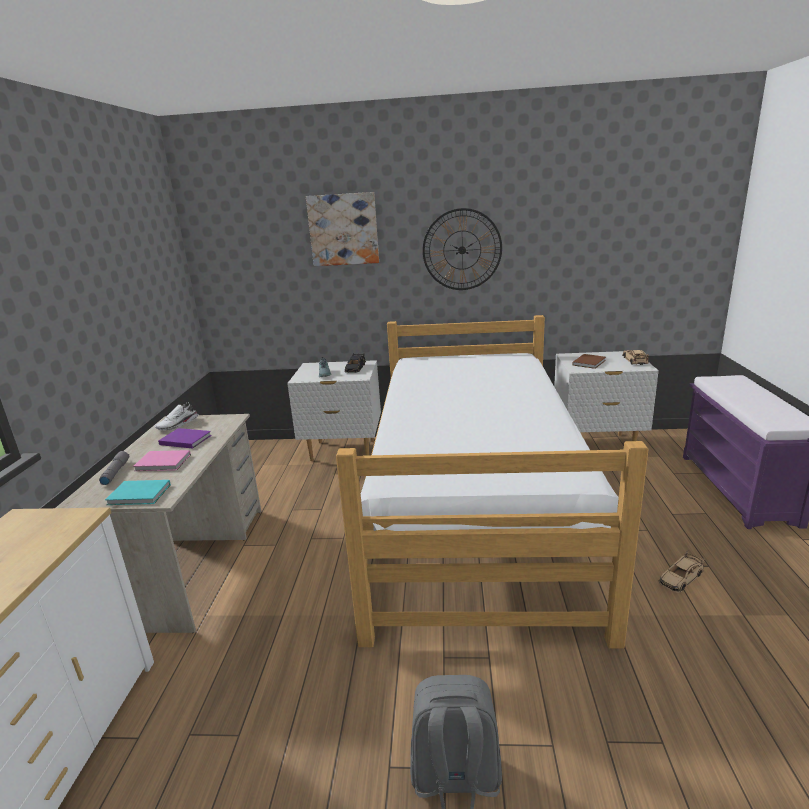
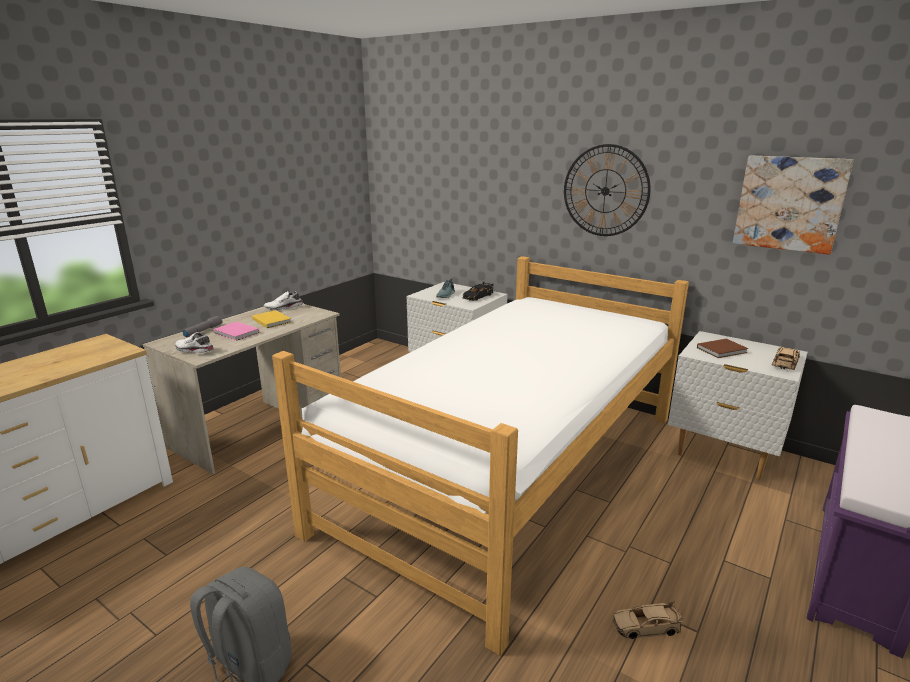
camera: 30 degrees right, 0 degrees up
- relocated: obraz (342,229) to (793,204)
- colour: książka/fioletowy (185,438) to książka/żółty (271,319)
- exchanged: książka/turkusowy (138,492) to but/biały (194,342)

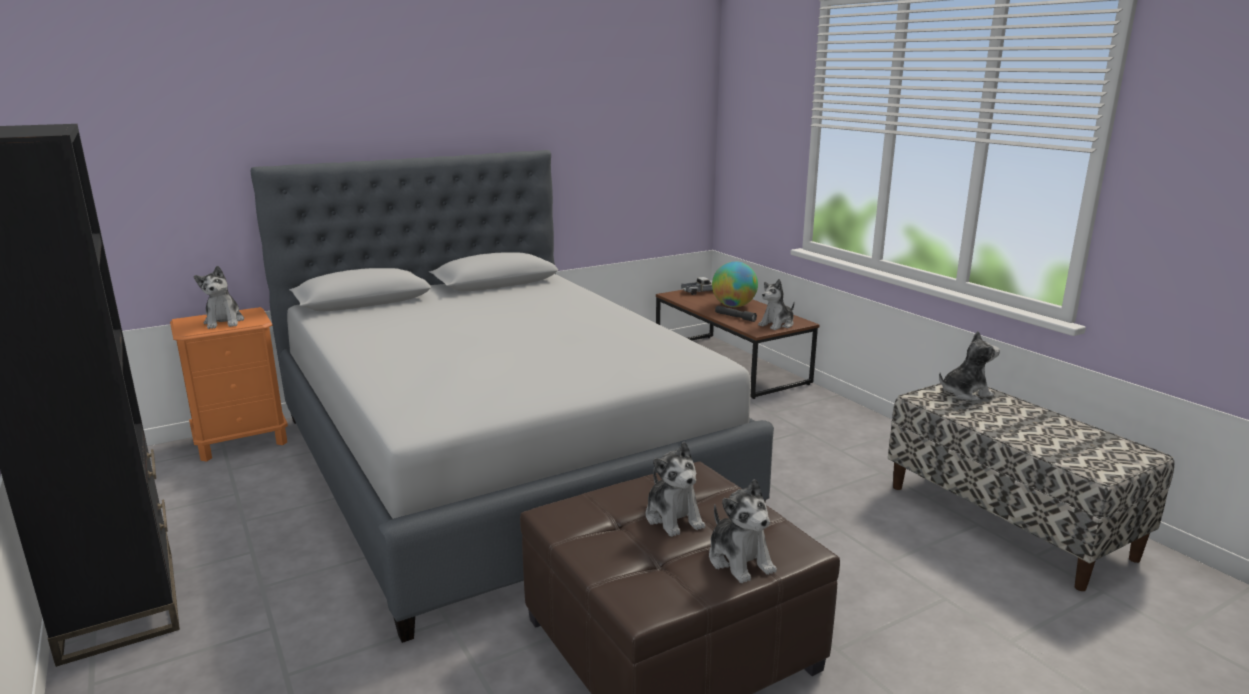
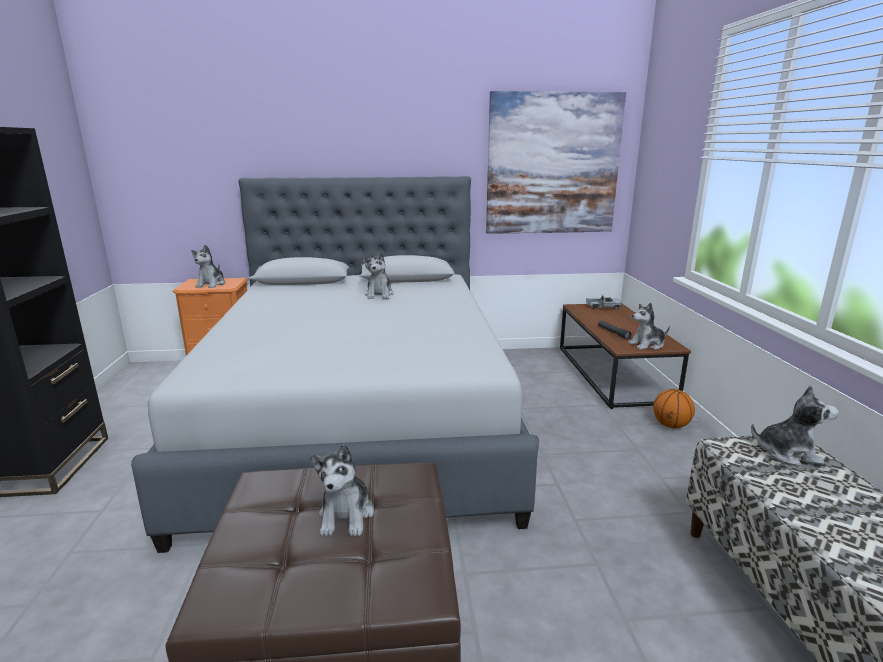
camera: 25 degrees right, 0 degrees up
- missing: globus (735,284)
- relocated: pluszak (743,531) to (378,275)
- appeared: obraz (556,162)
- appeared: piłka do koszykówki (674,408)

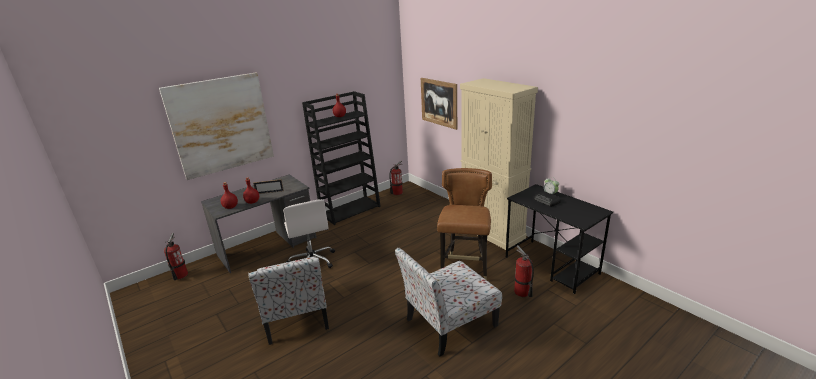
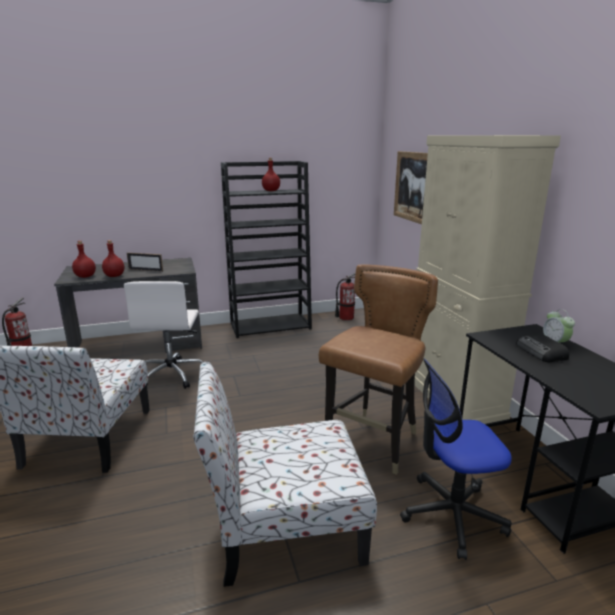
camera: 20 degrees right, 5 degrees down
- missing: obraz (216,126)
- exchanged: gaśnica (524,271) to krzesło biurowe (456,459)

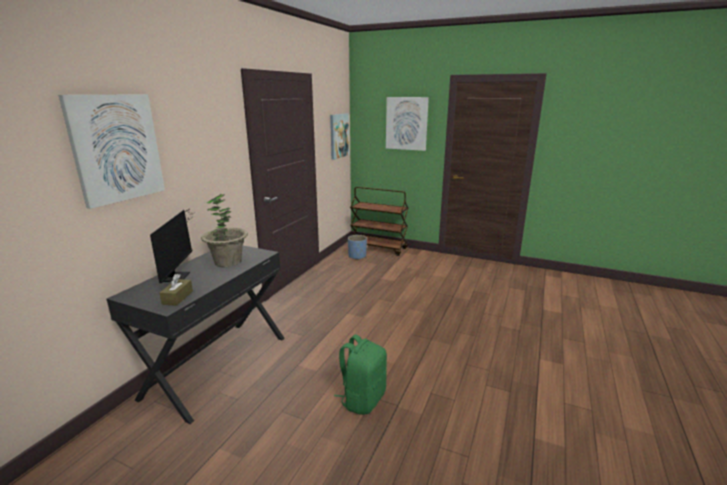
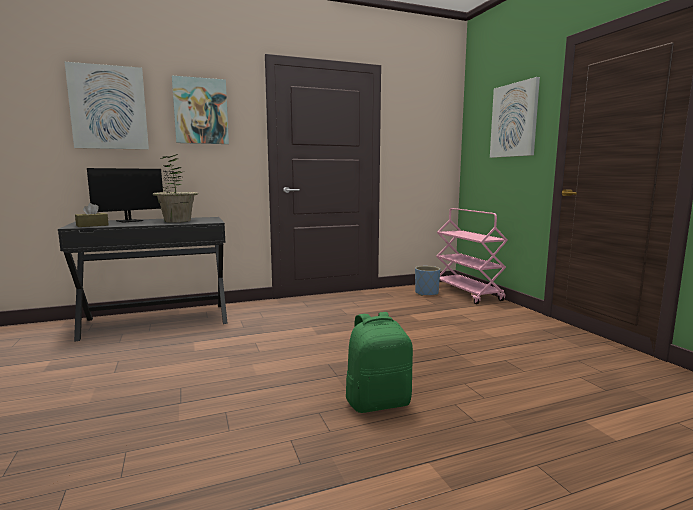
camera: 45 degrees right, 10 degrees down
- relocated: obraz (339,136) to (200,110)
- colour: wózek/brązowy (379,221) to wózek/różowy (472,256)
- relocated: plecak/zielony (360,374) to (379,362)

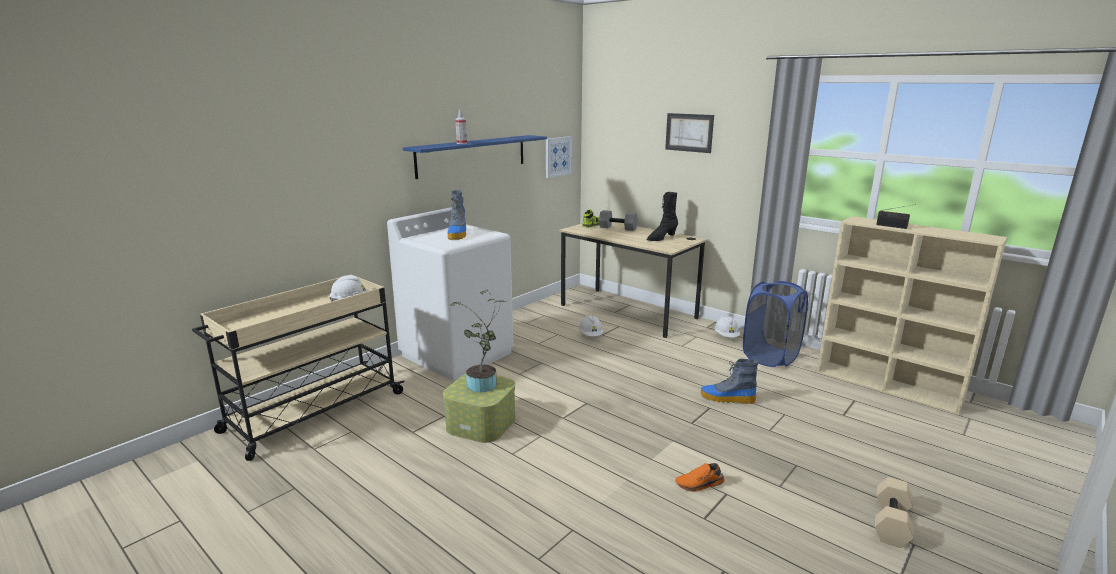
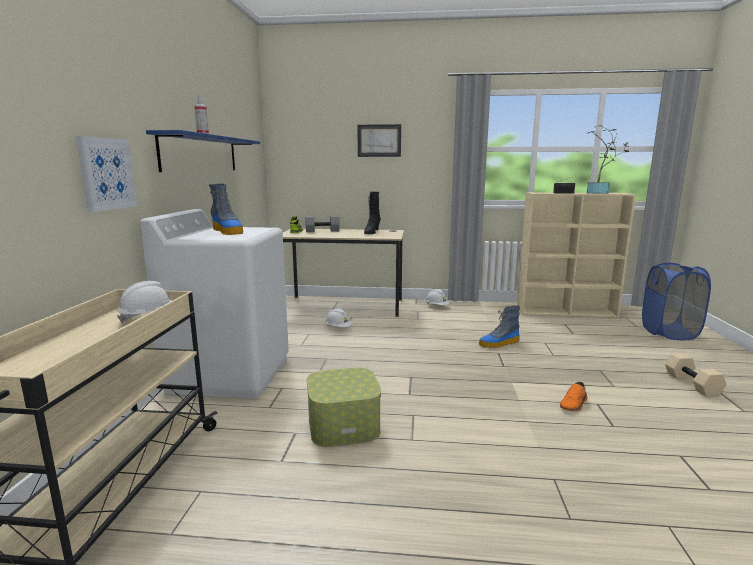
camera: 35 degrees left, 5 degrees down
- relocated: obraz (559,157) to (106,174)
- relocated: kosz na pranie/niebieski (775,324) to (676,301)
- relocated: roślina doniczkowa (478,341) to (607,159)

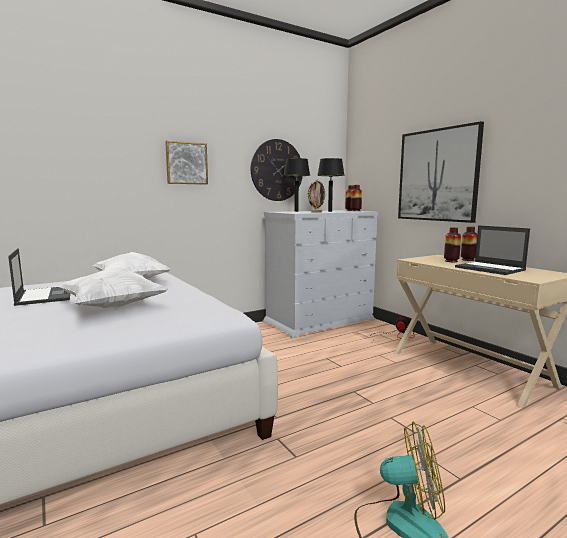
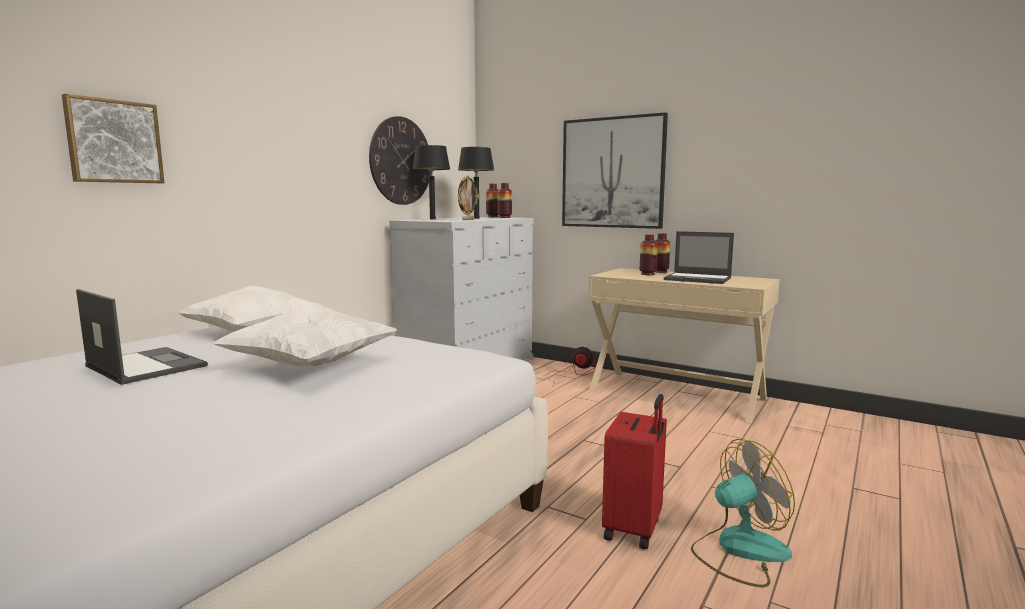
camera: 25 degrees left, 0 degrees up
- relocated: obraz (186,162) to (113,138)
- appeared: walizka/czerwony (634,472)

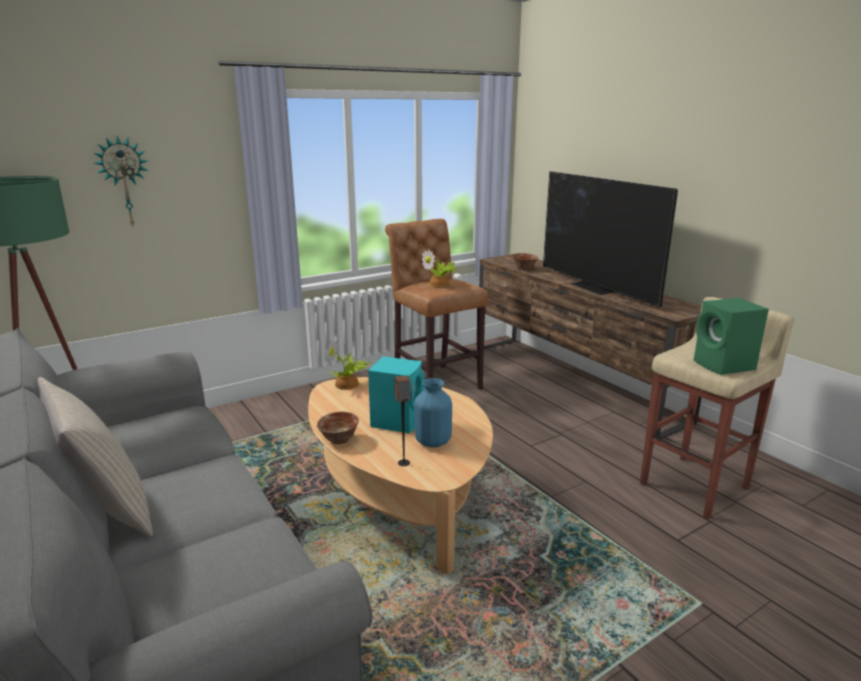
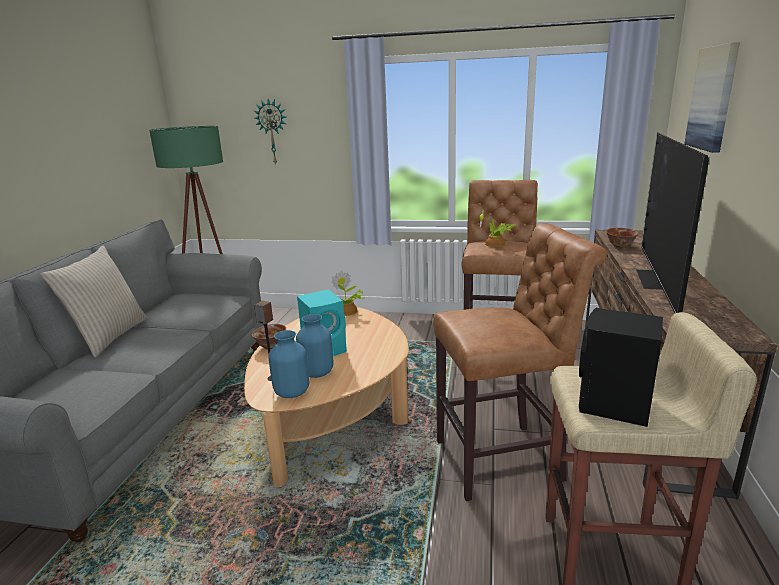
camera: 45 degrees right, 0 degrees up
- colour: głośnik/zielony (731,336) to głośnik/czarny (621,367)
- appeared: obraz (712,97)
- appeared: stołek/brązowy (520,362)
- appeared: wazon/niebieski (288,364)

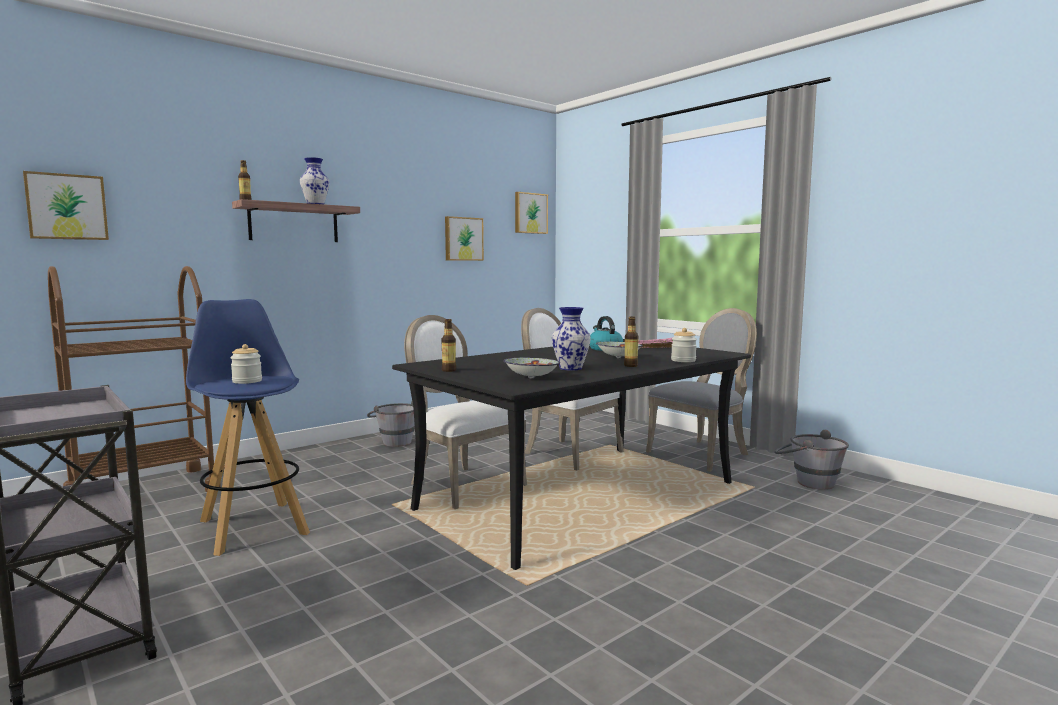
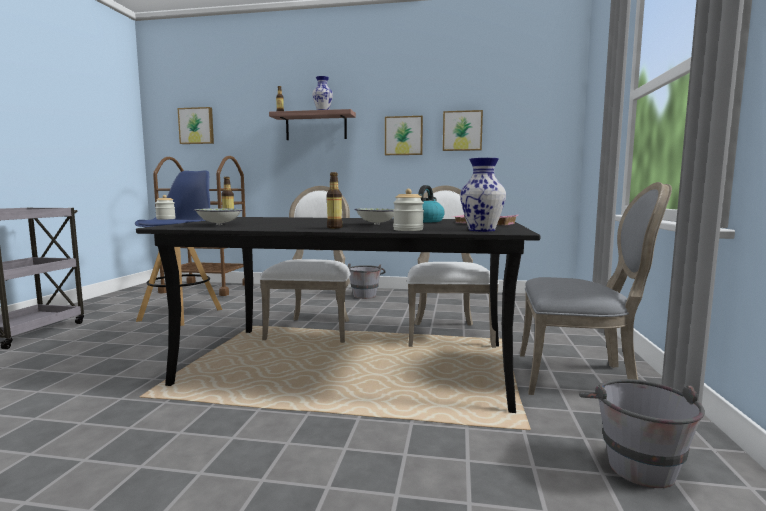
camera: 50 degrees right, 0 degrees up
- relocated: obraz (531,213) to (404,135)
- relocated: wazon (571,339) to (483,195)

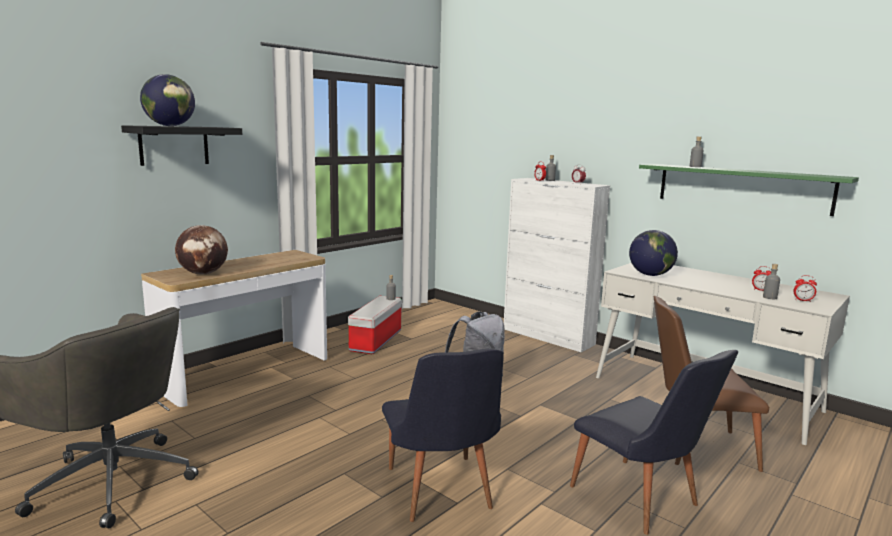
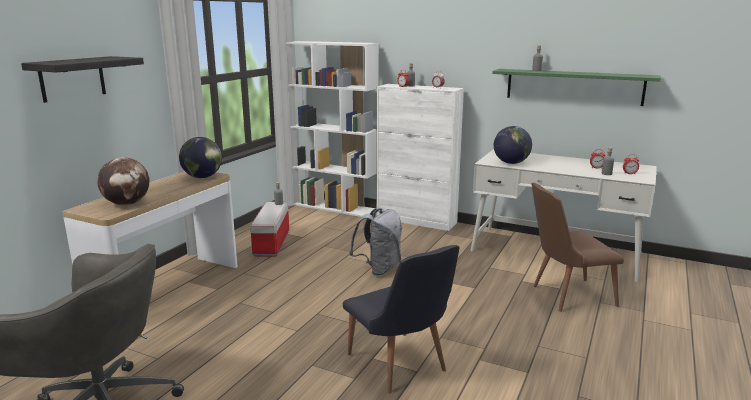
camera: 15 degrees left, 5 degrees up
- relocated: globus (167,100) to (200,157)
- missing: krzesło/czarny (654,442)
- appeared: regał/biały (332,129)

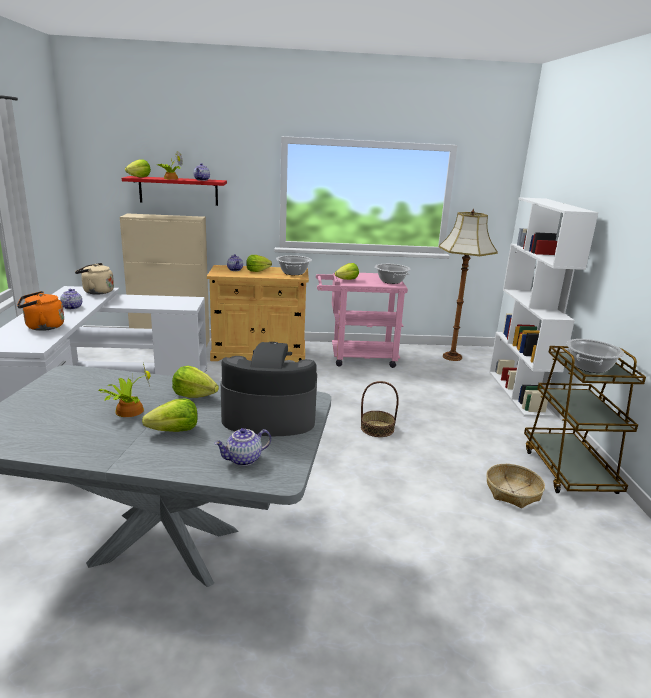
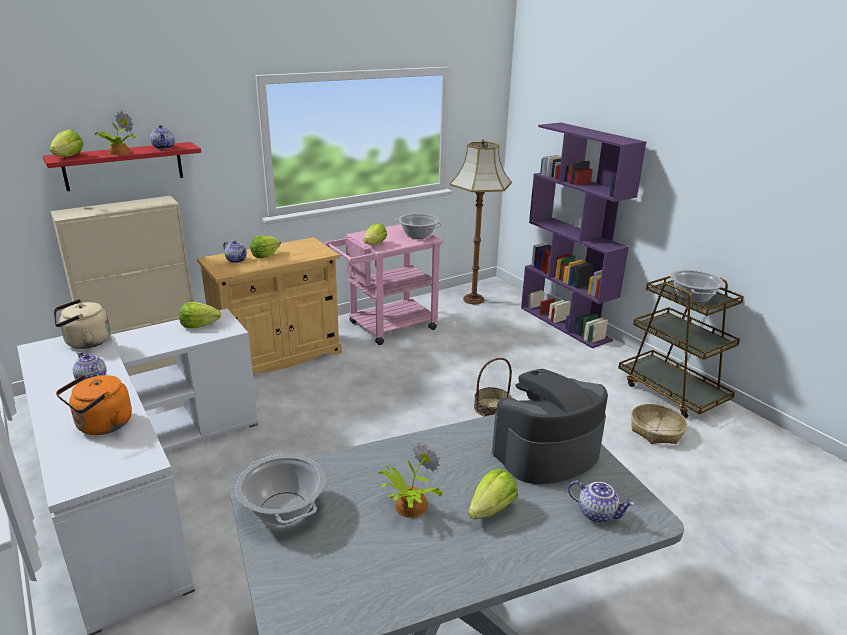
camera: 30 degrees left, 5 degrees up
- colour: regał/biały (543,307) to regał/fioletowy (583,235)
- relocated: garnek (294,265) to (280,490)
- relocated: sałata (195,382) to (200,315)
- spun: imbryk (242,447) = (601,501) 90 degrees counterclockwise

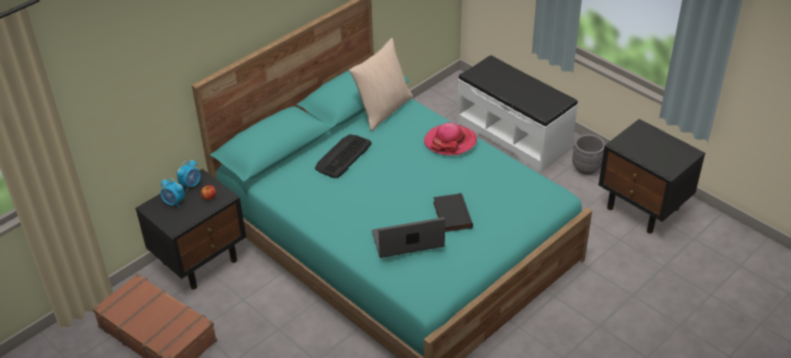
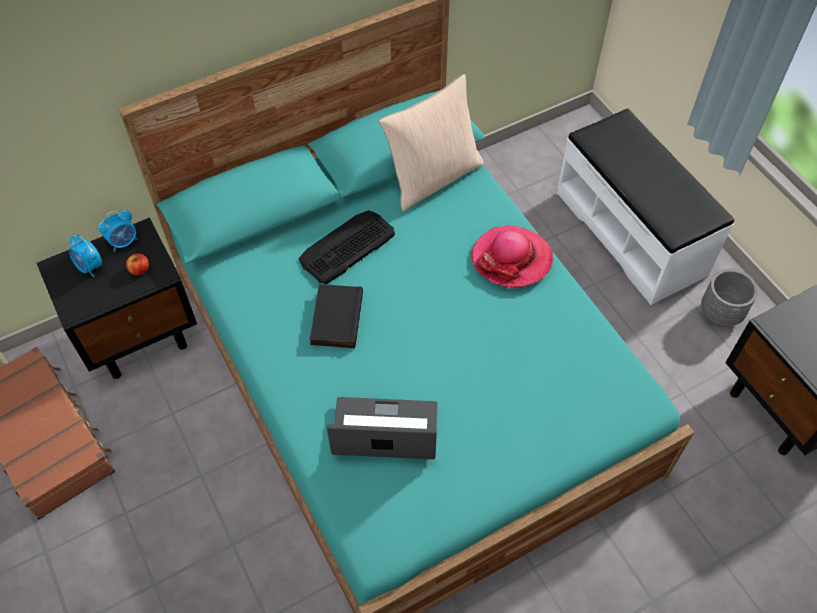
camera: 15 degrees right, 15 degrees up
- relocated: książka/czarny (453,212) to (336,316)

